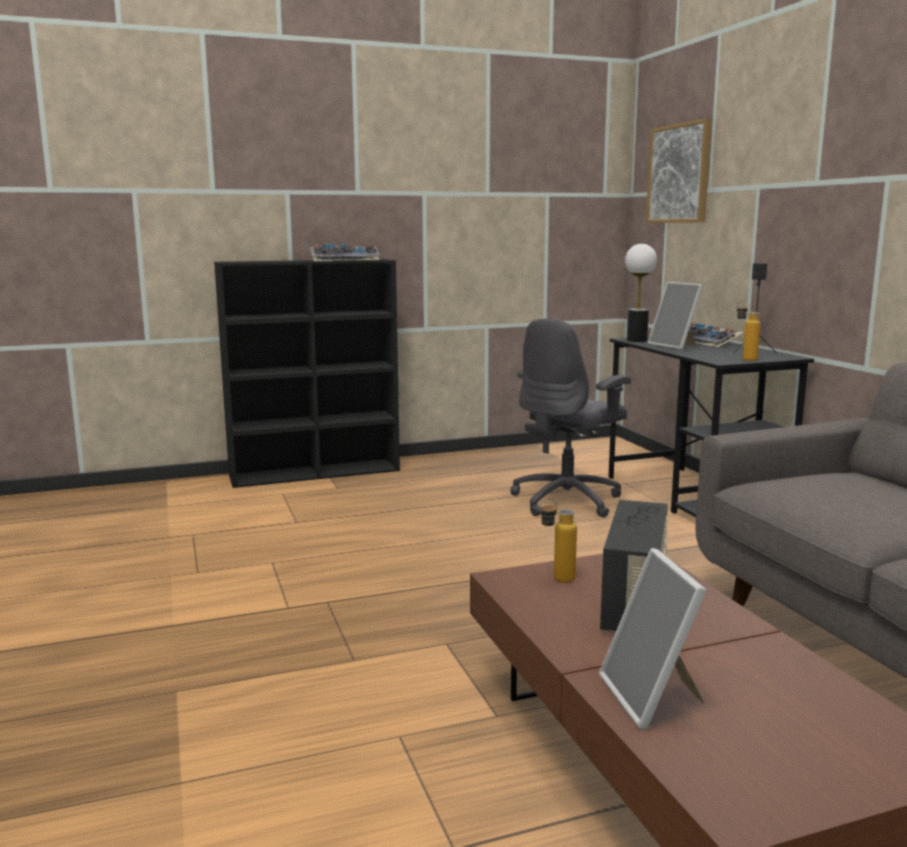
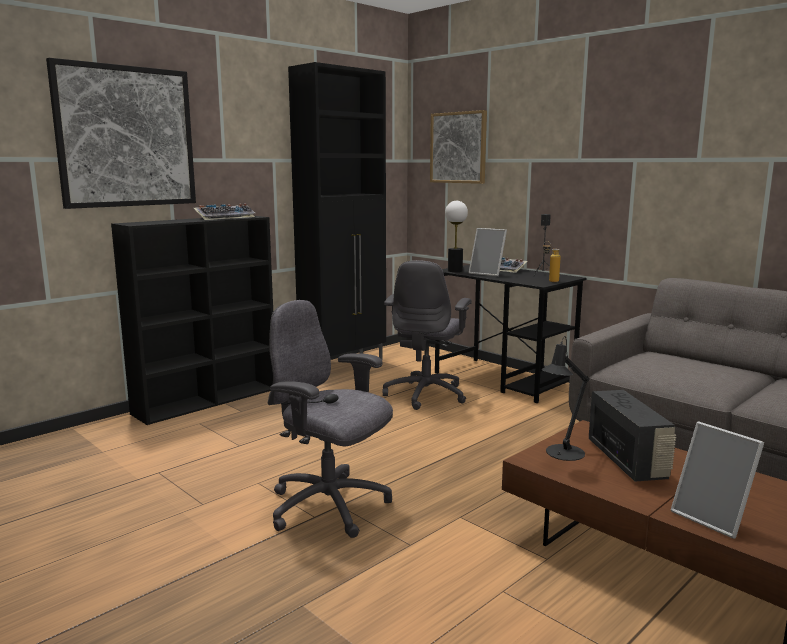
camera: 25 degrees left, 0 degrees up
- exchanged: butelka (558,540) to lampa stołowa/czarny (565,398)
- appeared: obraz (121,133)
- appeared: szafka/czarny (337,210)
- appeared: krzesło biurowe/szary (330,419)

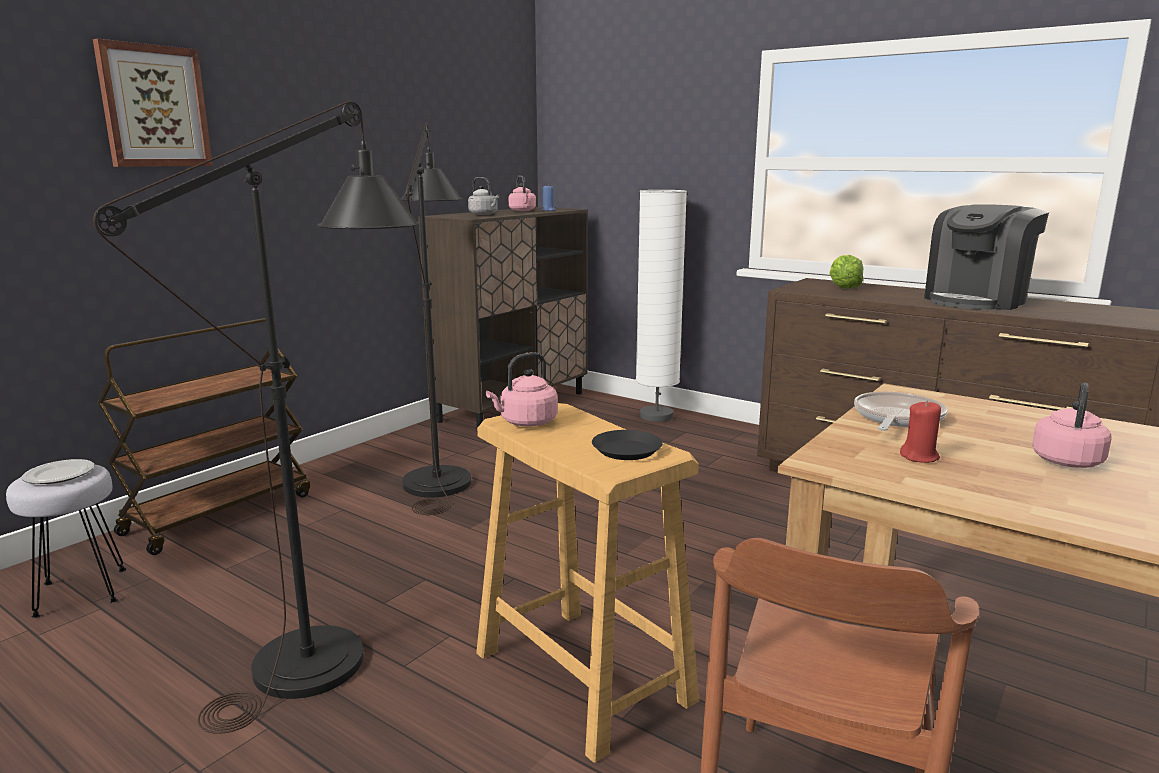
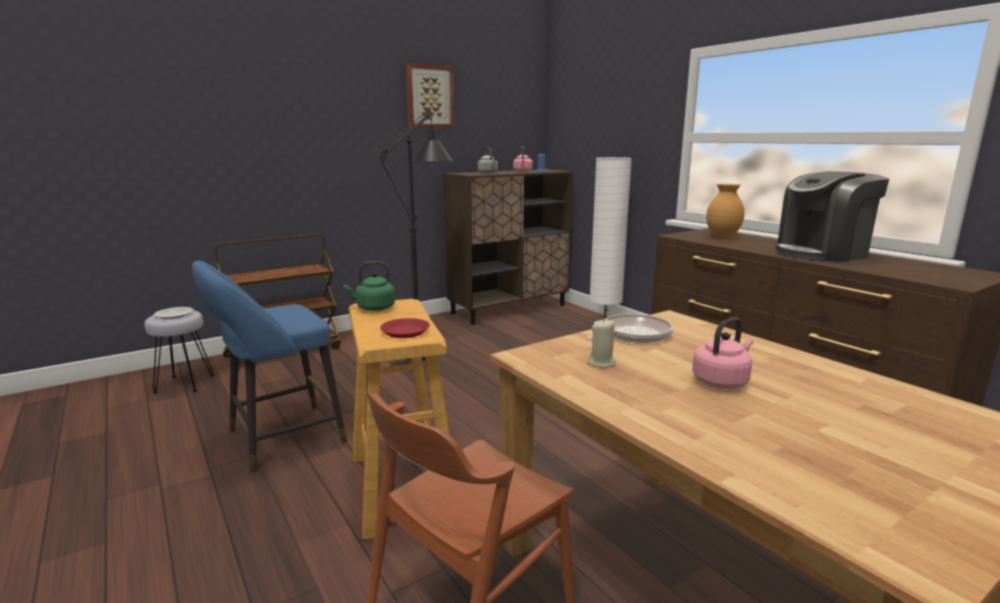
camera: 20 degrees right, 0 degrees up
- relocated: obraz (153,102) to (430,95)
- exchanged: lampa stojąca/czarny (256,417) to stołek/niebieski (269,367)
- exchanged: sałata (846,272) to wazon/brązowy (725,211)
- colour: czajnik/różowy (522,389) to czajnik/zielony (369,286)
- colour: świeca/czerwony (920,432) to świeca/beżowy (602,343)
- colour: talerz/czarny (627,445) to talerz/czerwony (405,328)

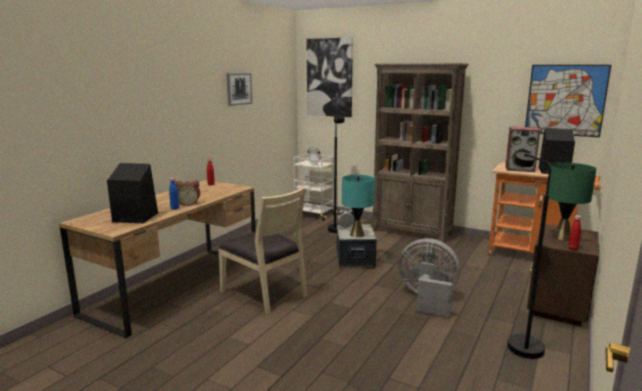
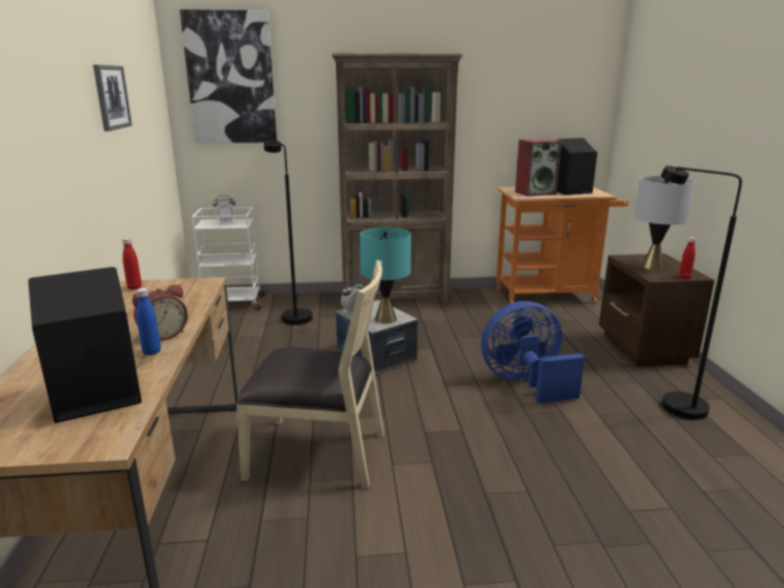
camera: 35 degrees left, 5 degrees up
- missing: obraz (568,101)
- colour: lampa stołowa/zielony (572,201) to lampa stołowa/szary (664,223)
- colour: wentylator/szary (429,277) to wentylator/niebieski (533,352)

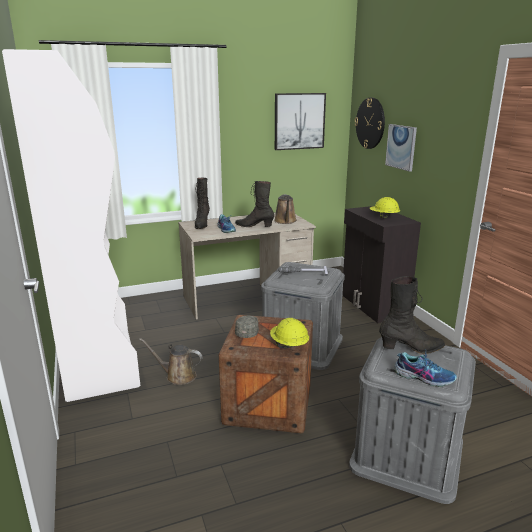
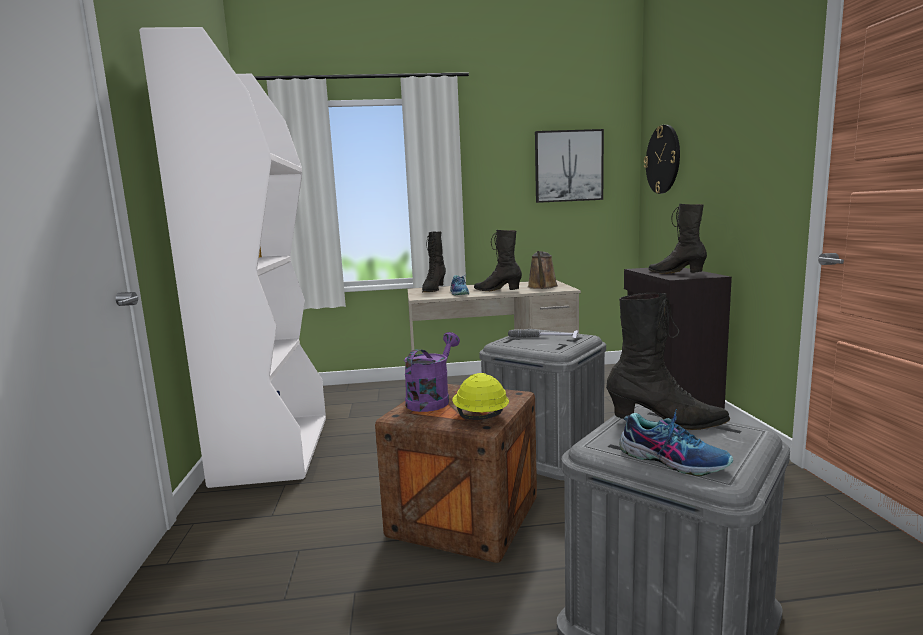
camera: 15 degrees right, 10 degrees down
- missing: obraz (401,148)
- exchanged: kask/żółty (385,207) to but z cholewką/czarny (677,239)
- exchanged: czapka z daszkiem/szary (247,327) to konewka/fioletowy (432,372)
- missing: konewka/brązowy (171,361)

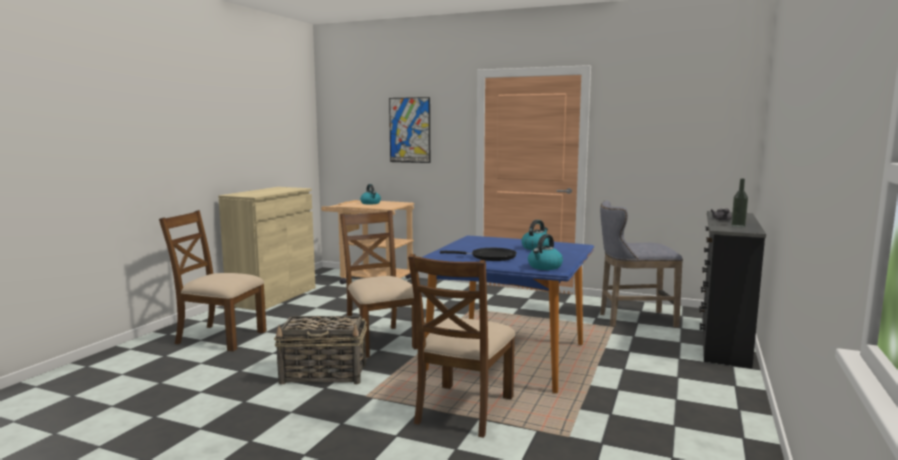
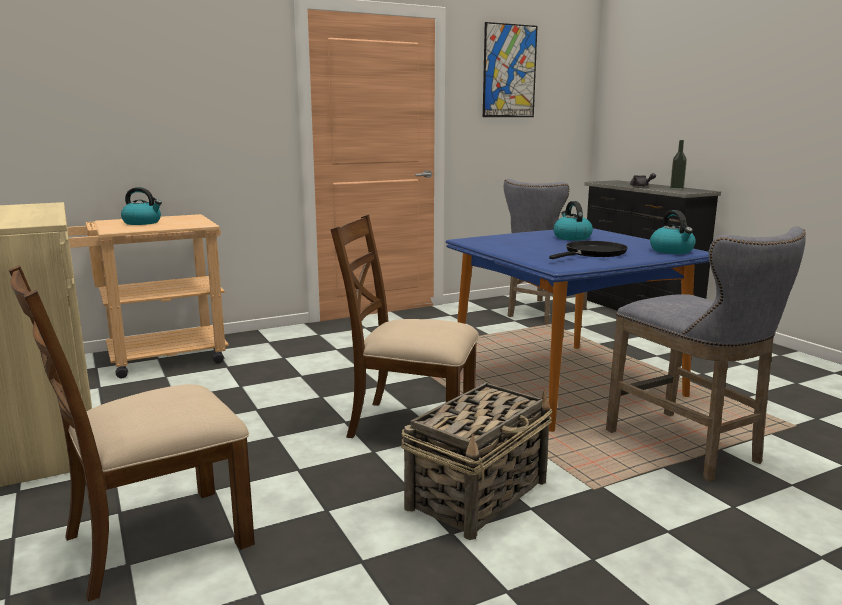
camera: 50 degrees left, 5 degrees up
- relocated: obraz (409,130) to (510,69)
- exchanged: krzesło/brązowy (461,346) to stołek/szary (706,353)

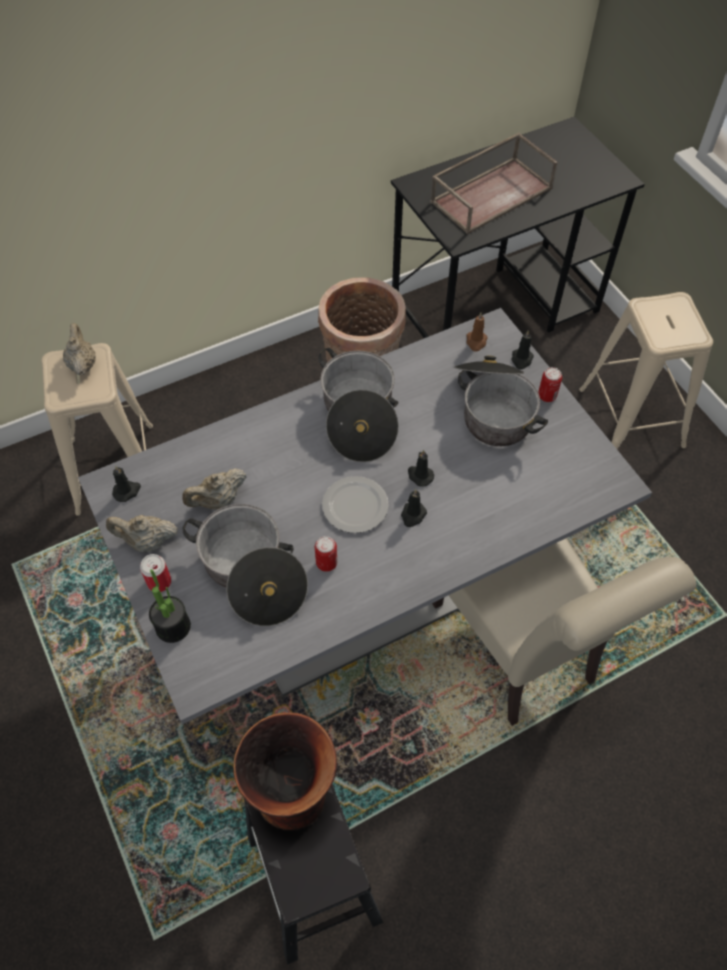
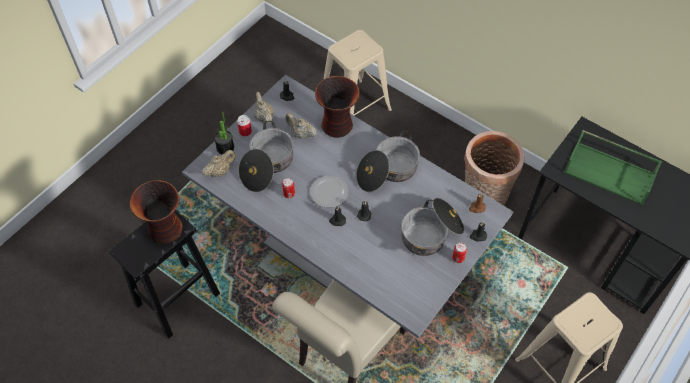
camera: 65 degrees right, 0 degrees up
- colour: taca/brązowy (494,183) to taca/zielony (613,167)
- relocated: imbryk/beżowy (79,349) to (219,163)
- appeared: wazon (337,107)

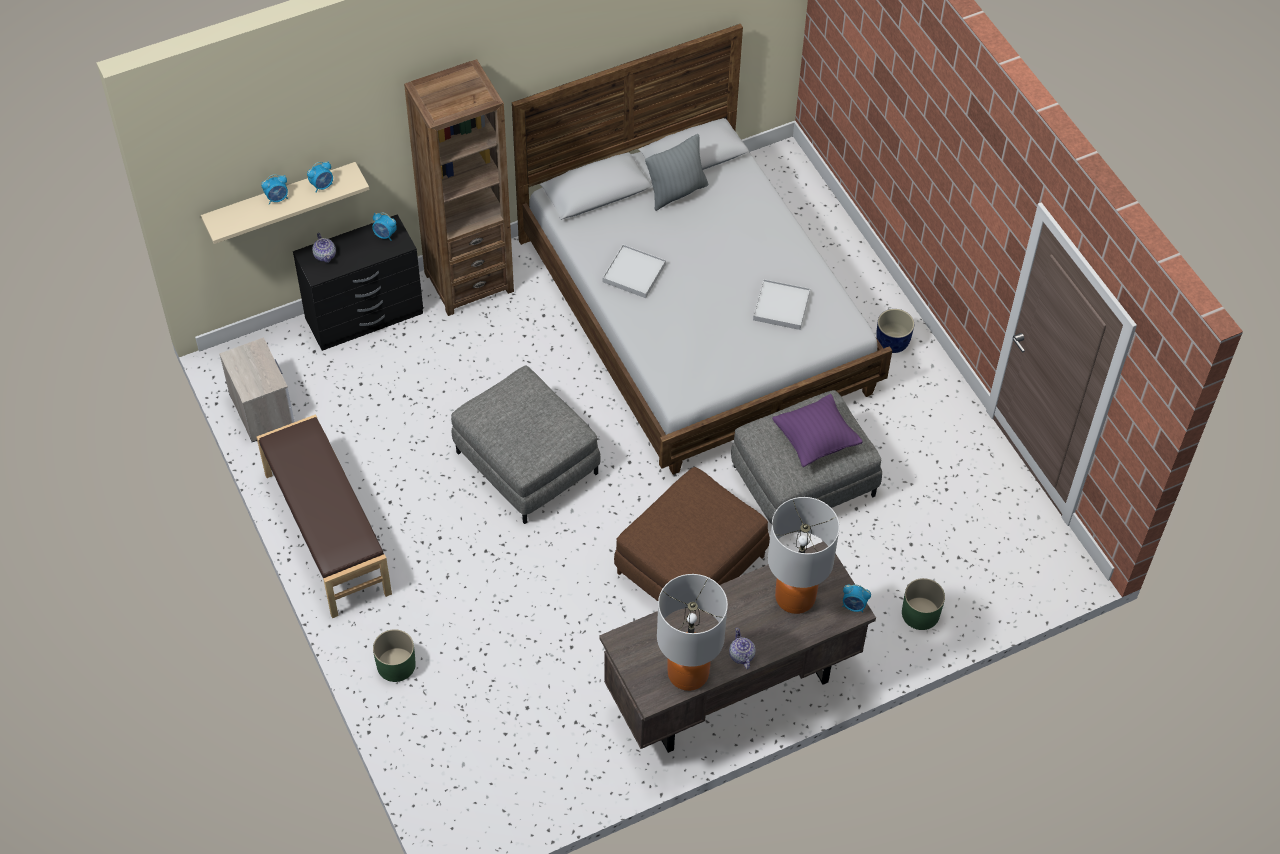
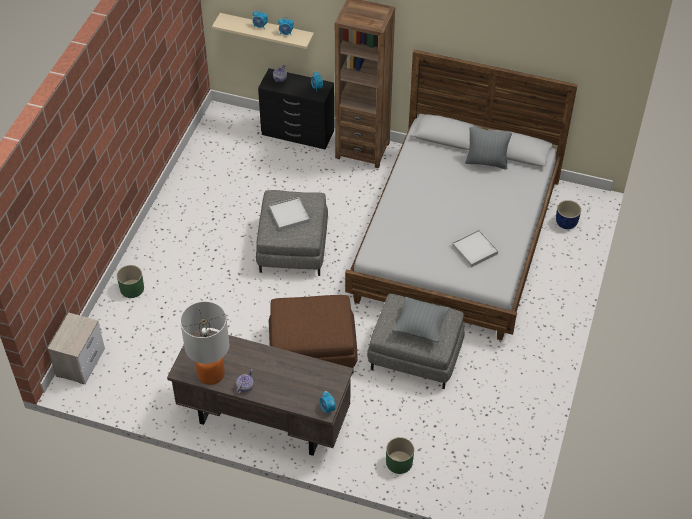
camera: 45 degrees right, 5 degrees down
- relocated: taca/biały (634,271) to (289,213)
- relocated: donica/niebieski (895,331) to (568,214)
- relocated: szafka nocna (257,389) to (76,348)
- colour: poduszka/fioletowy (817,430) to poduszka/szary (421,320)
- missing: ławka/brązowy (324,516)
- missing: lampa stołowa (804,555)

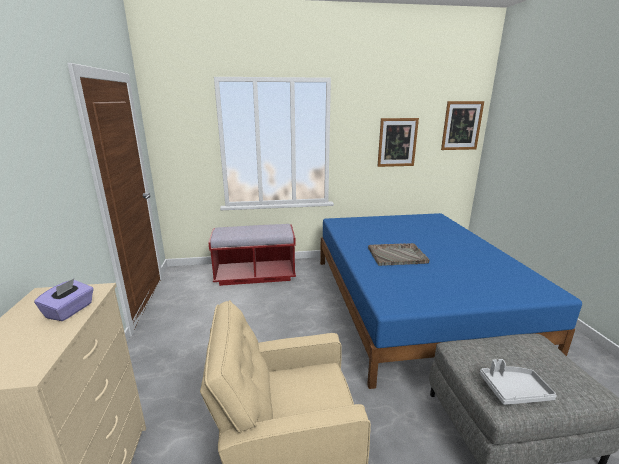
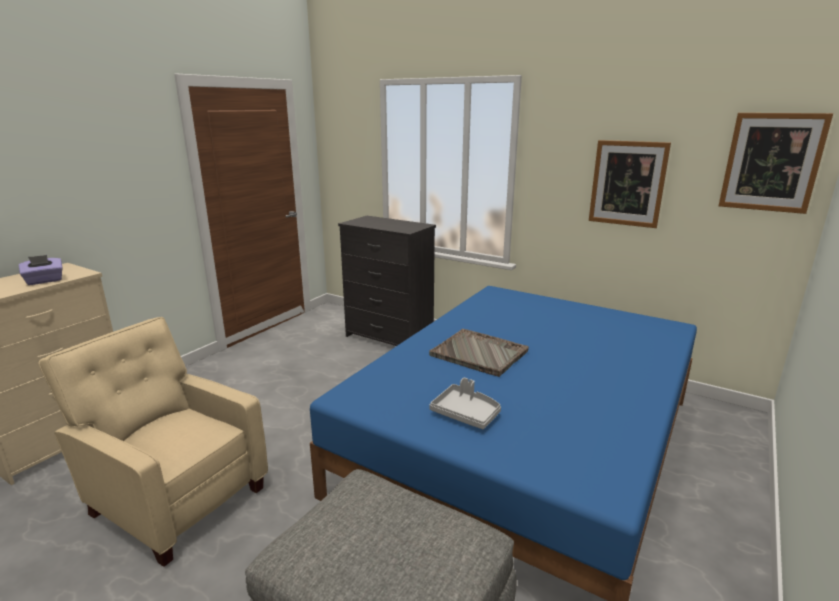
camera: 40 degrees right, 0 degrees up
- exchanged: ławka/czerwony (252,255) to komoda/czarny (387,281)
- relocated: taca/szary (518,382) to (465,403)

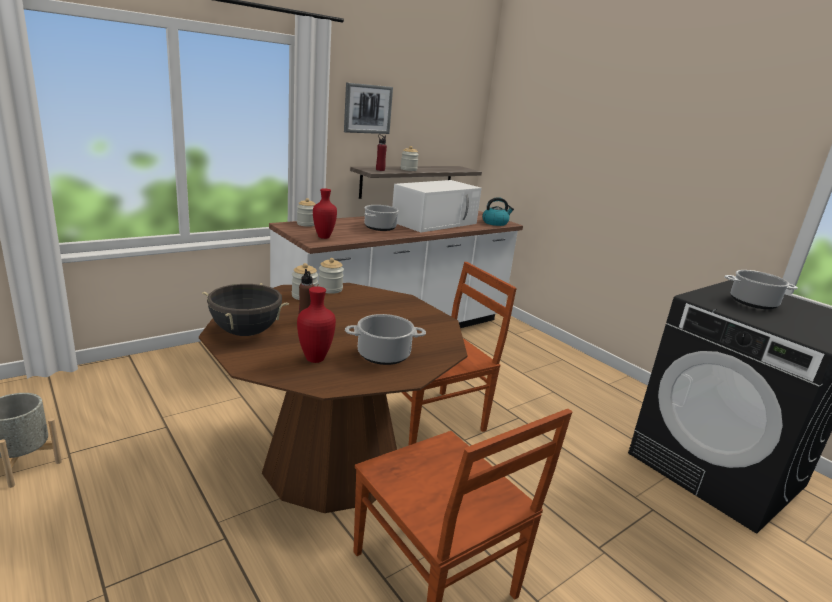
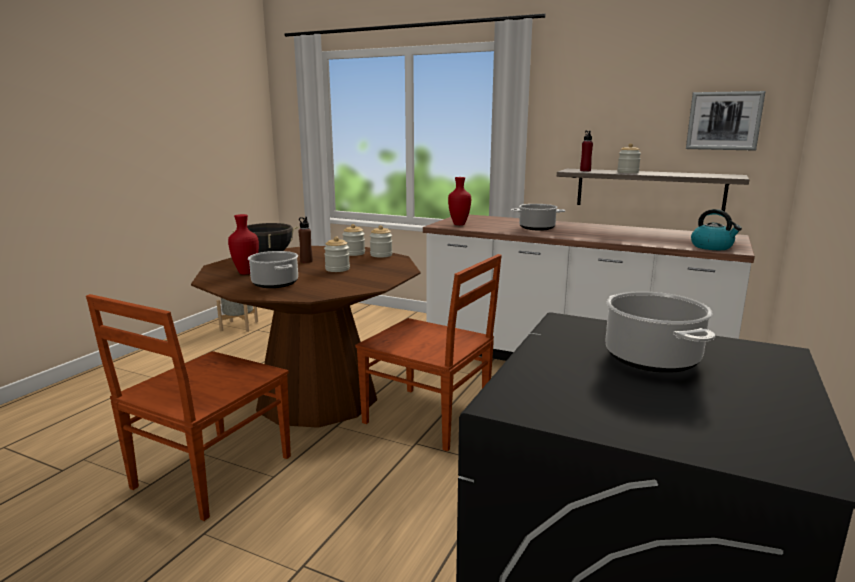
camera: 65 degrees right, 5 degrees down
- relocated: obraz (368,108) to (726,120)
- missing: mikrofalówka/biały (437,206)
- relocated: słoik (306,212) to (337,254)

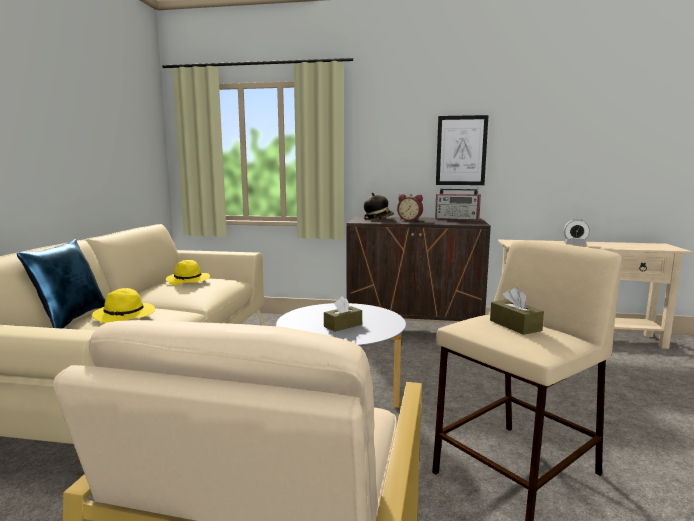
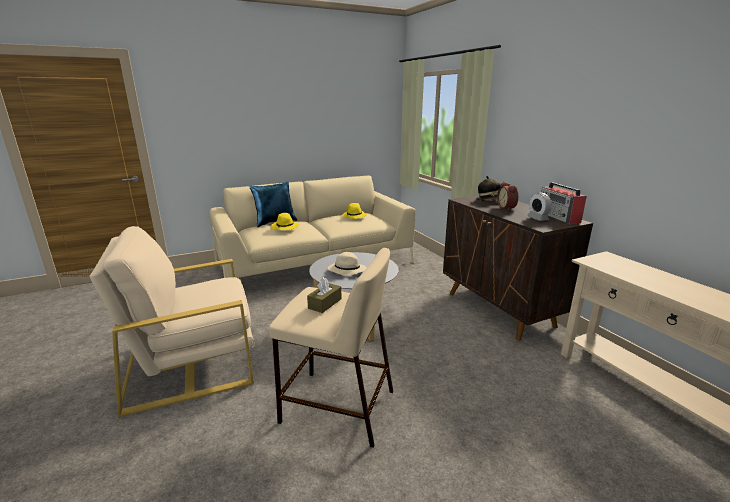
camera: 55 degrees right, 10 degrees up
- missing: obraz (462,150)
- relocated: budzik (576,232) to (539,207)
- exchanged: pudełko chusteczek/brązowy (343,314) to kapelusz/beżowy (347,264)

